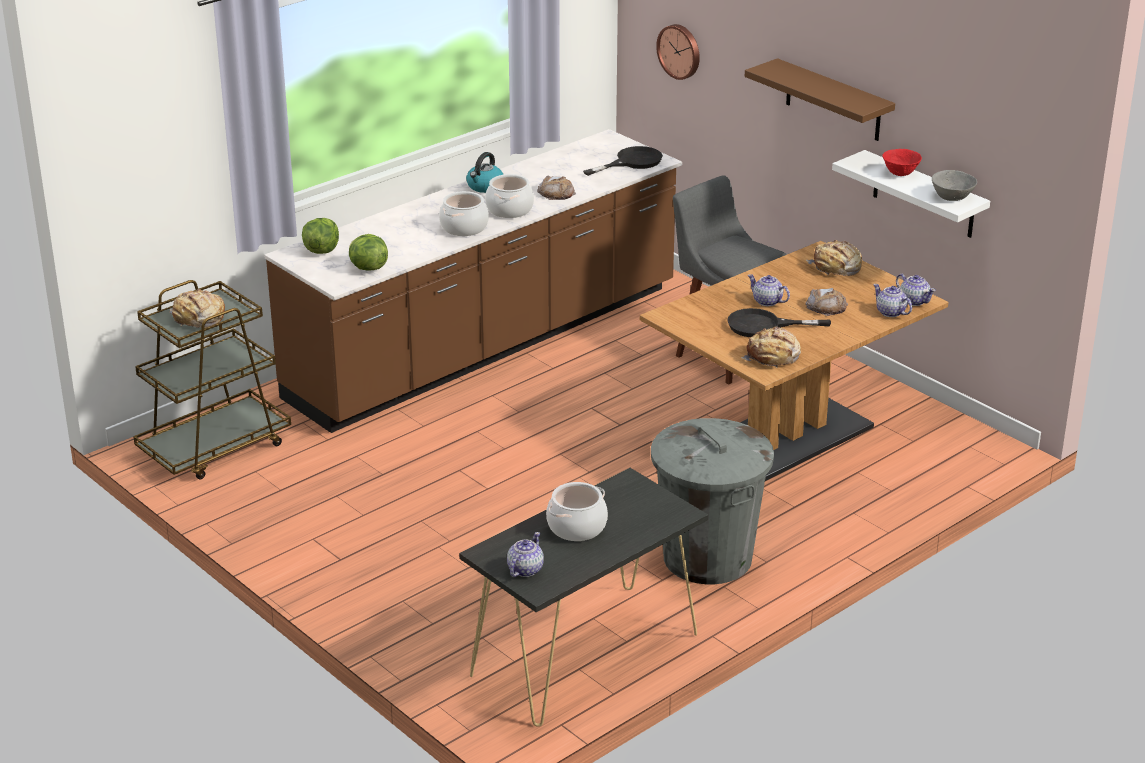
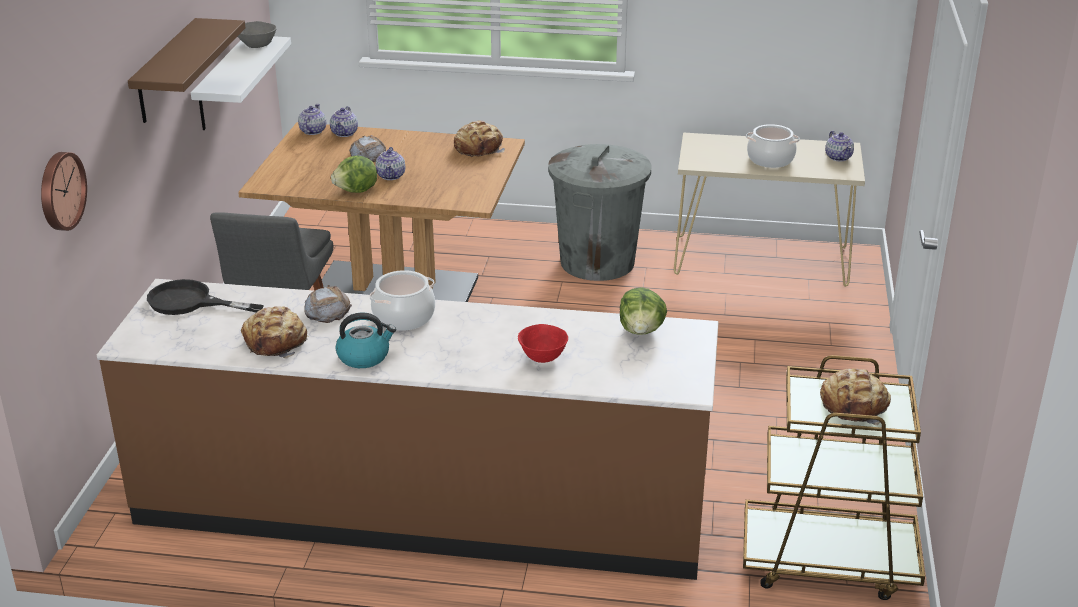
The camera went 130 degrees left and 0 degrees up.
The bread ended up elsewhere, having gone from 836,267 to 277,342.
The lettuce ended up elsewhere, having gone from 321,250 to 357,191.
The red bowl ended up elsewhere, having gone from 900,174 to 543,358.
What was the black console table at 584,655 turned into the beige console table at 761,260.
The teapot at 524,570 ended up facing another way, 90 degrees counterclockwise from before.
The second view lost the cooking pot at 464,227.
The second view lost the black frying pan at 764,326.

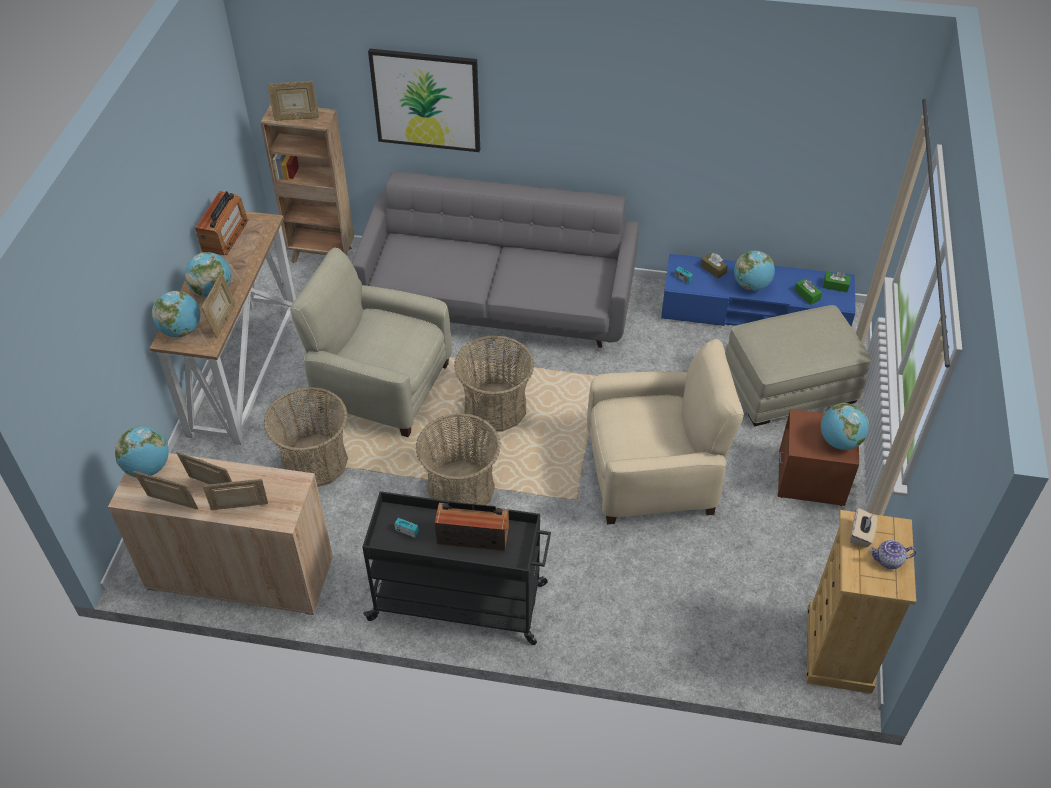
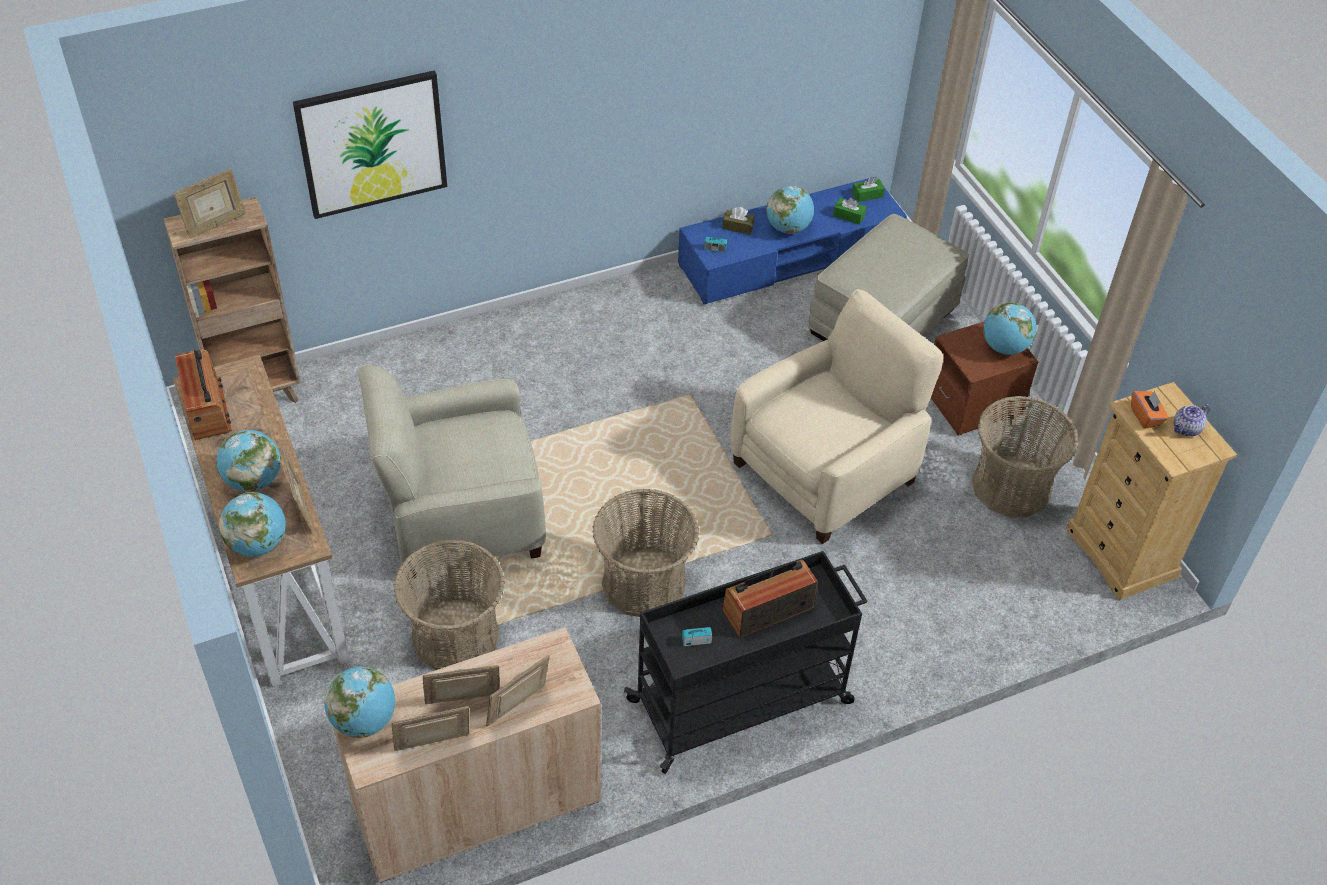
The camera went 35 degrees left and 0 degrees up.
The basket ended up elsewhere, having gone from 495,408 to 1011,486.
What was the beige tissue box at 861,534 turned into the orange tissue box at 1146,416.
The second view lost the grey sofa at 498,302.

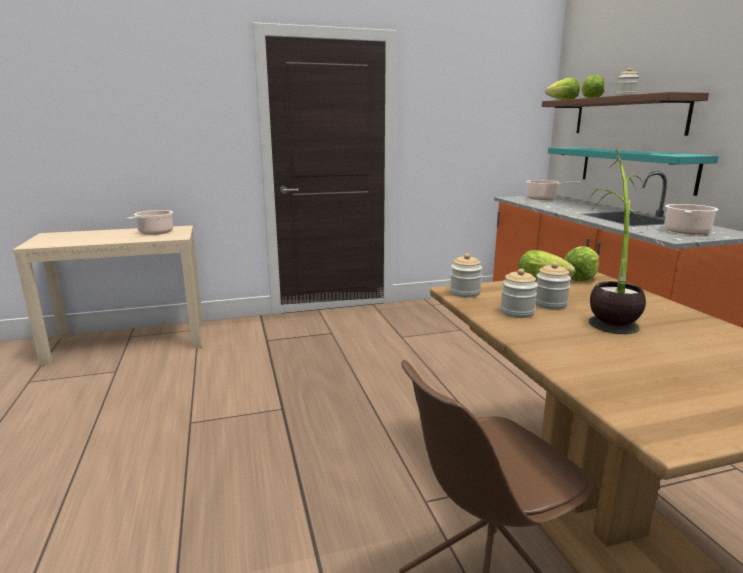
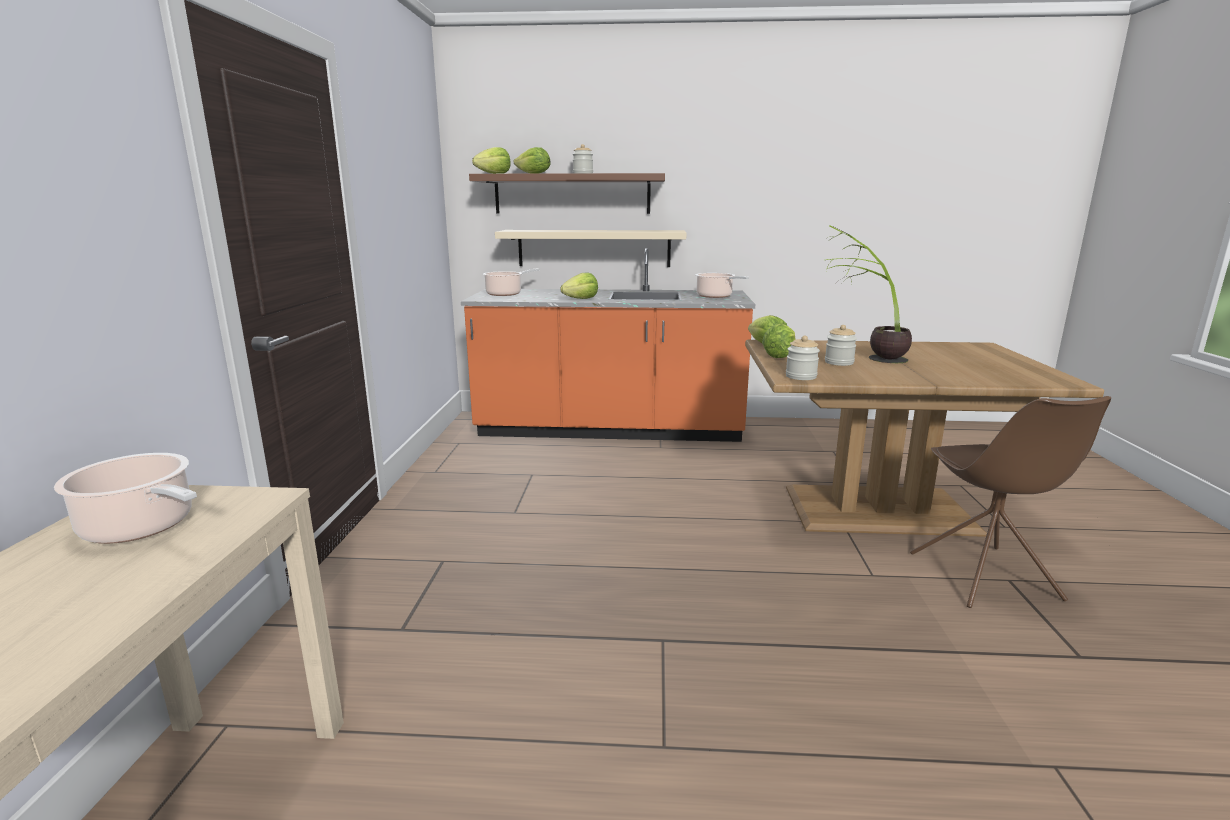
The camera went 70 degrees left and 0 degrees up.
What was the turquoise shelf at 635,168 turned into the beige shelf at 594,248.
The second view gained the lettuce at 581,299.
The second view lost the jar at 517,312.

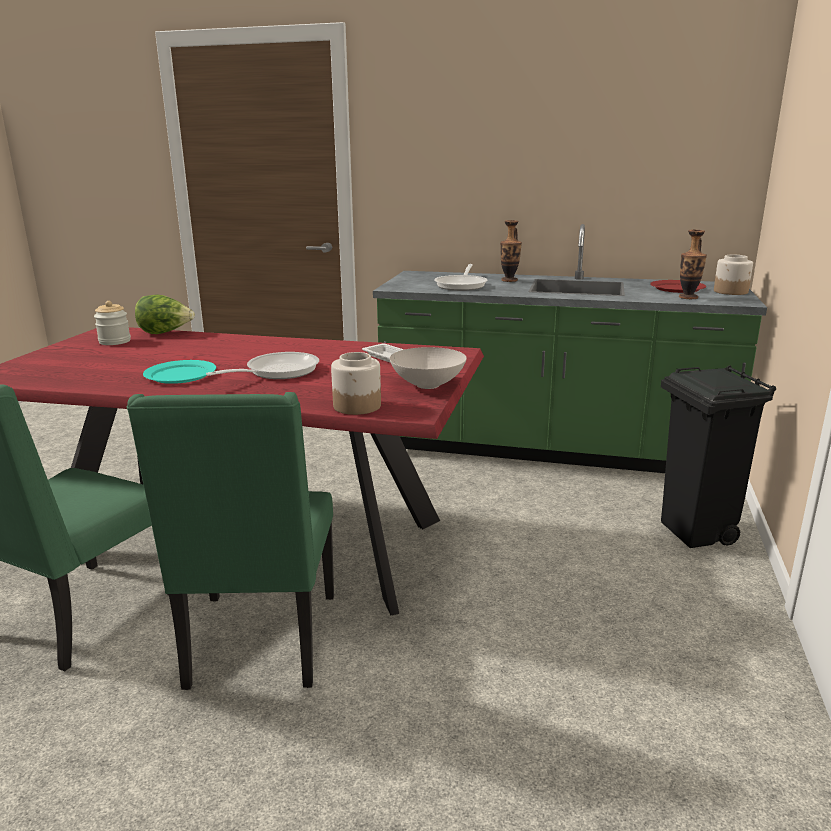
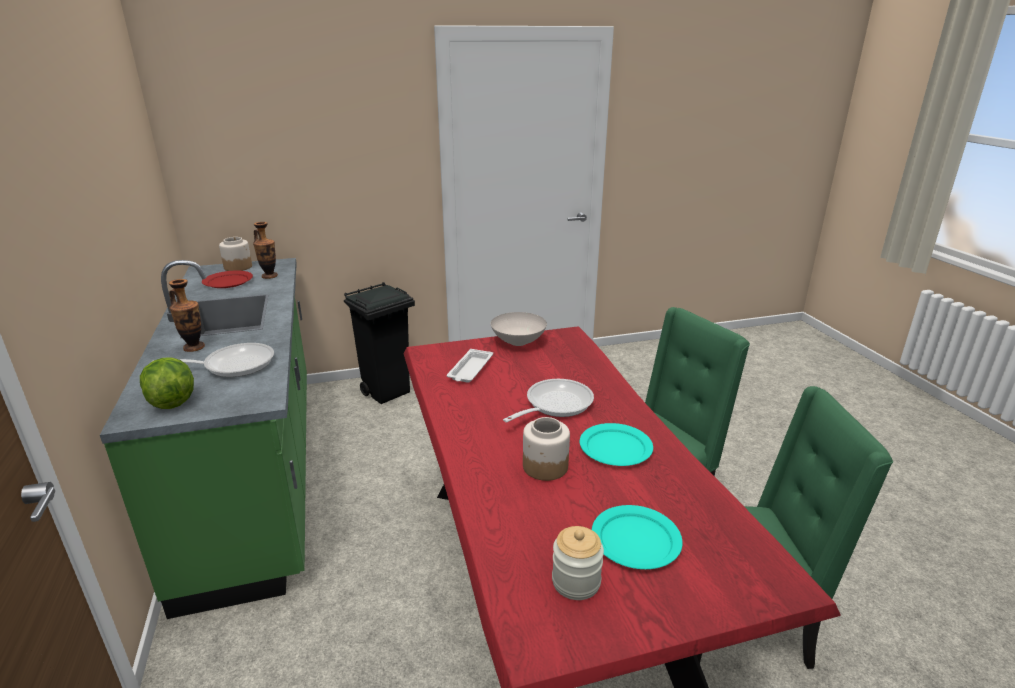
The camera went 120 degrees left and 5 degrees up.
The lettuce ended up elsewhere, having gone from 165,333 to 172,400.
The frying pan at 276,372 ended up facing another way, 120 degrees clockwise from before.
The jar ended up elsewhere, having gone from 357,406 to 544,466.
The second view gained the turquoise plate at 636,539.

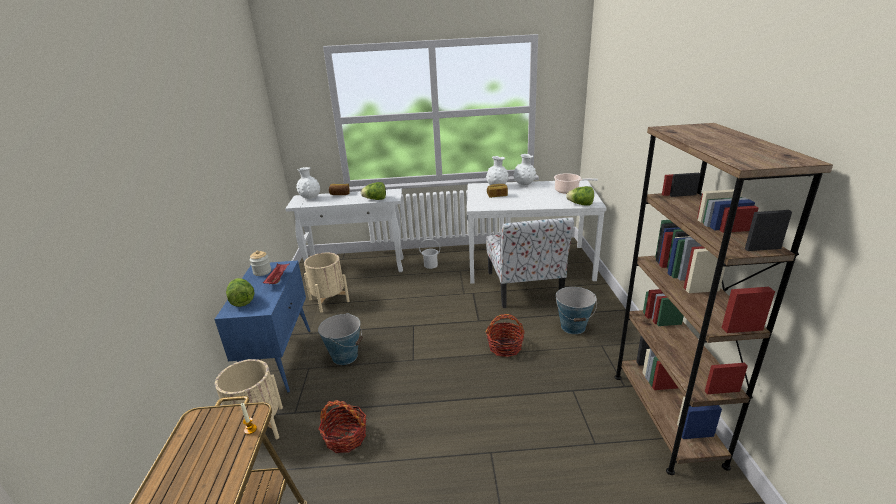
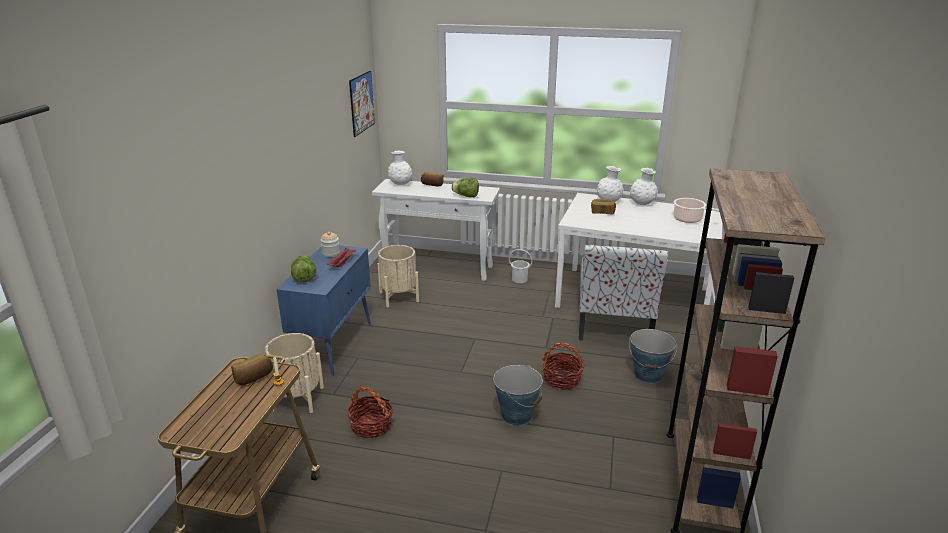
The camera went 15 degrees right and 0 degrees up.
The second view gained the bread at 254,378.
The second view gained the picture at 361,103.
The bucket ended up elsewhere, having gone from 345,356 to 516,415.
The second view lost the lettuce at 580,204.

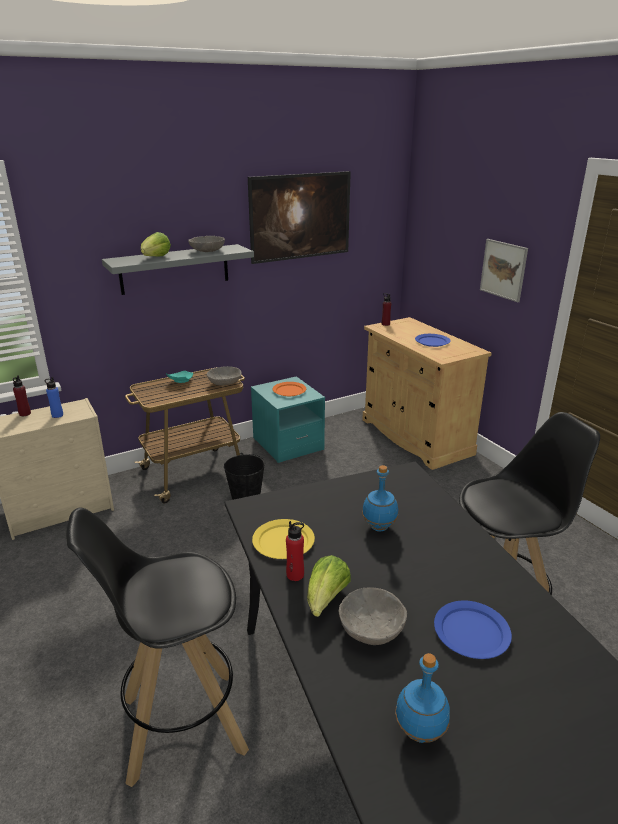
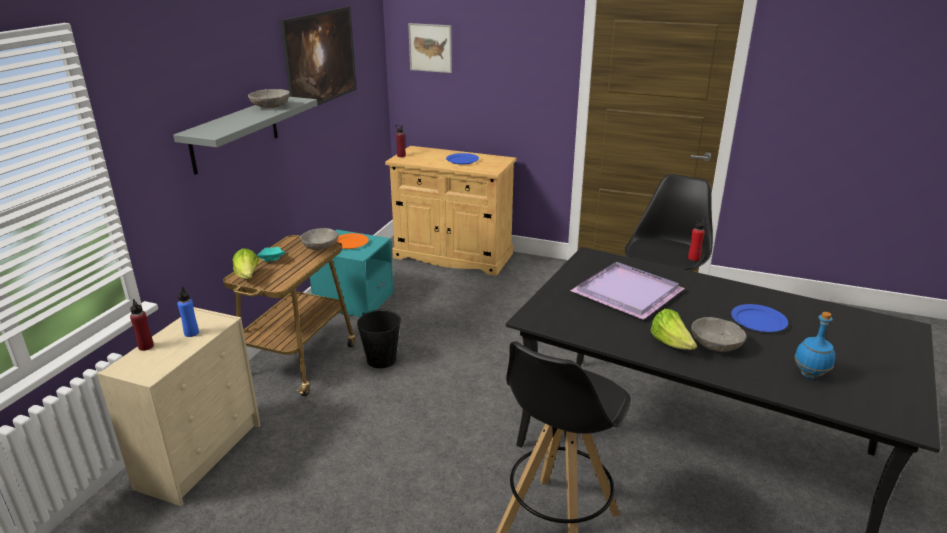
The camera went 40 degrees left and 0 degrees up.
The lettuce ended up elsewhere, having gone from 155,258 to 247,277.
The picture ended up elsewhere, having gone from 503,270 to 430,48.
Where the blue bottle stood at 379,527, the purple tray came to stand at 629,292.
The red bottle ended up elsewhere, having gone from 295,575 to 694,258.
The second view lost the yellow plate at 283,542.

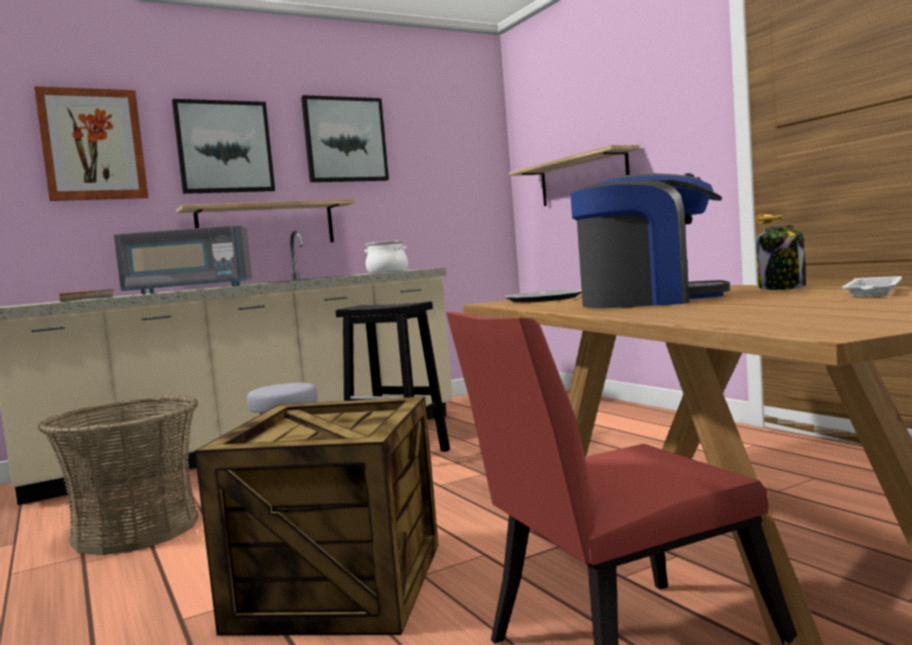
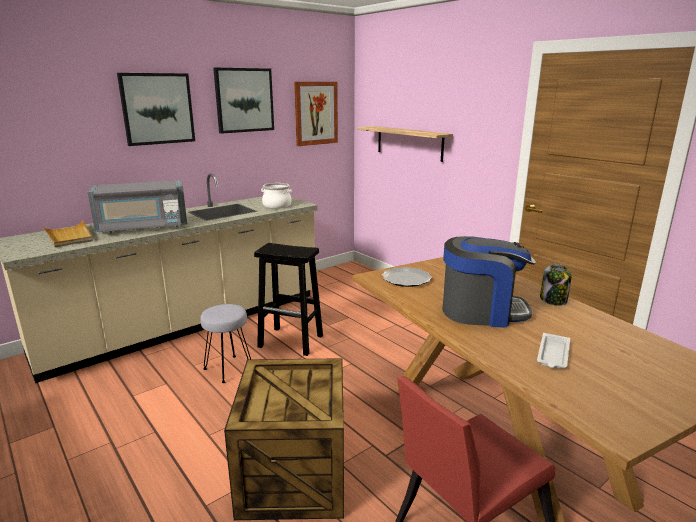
The camera went 10 degrees left and 15 degrees up.
The picture ended up elsewhere, having gone from 93,145 to 316,113.
The white tray ended up elsewhere, having gone from 872,292 to 553,355.
The second view lost the basket at 136,530.
The second view lost the shelf at 266,226.

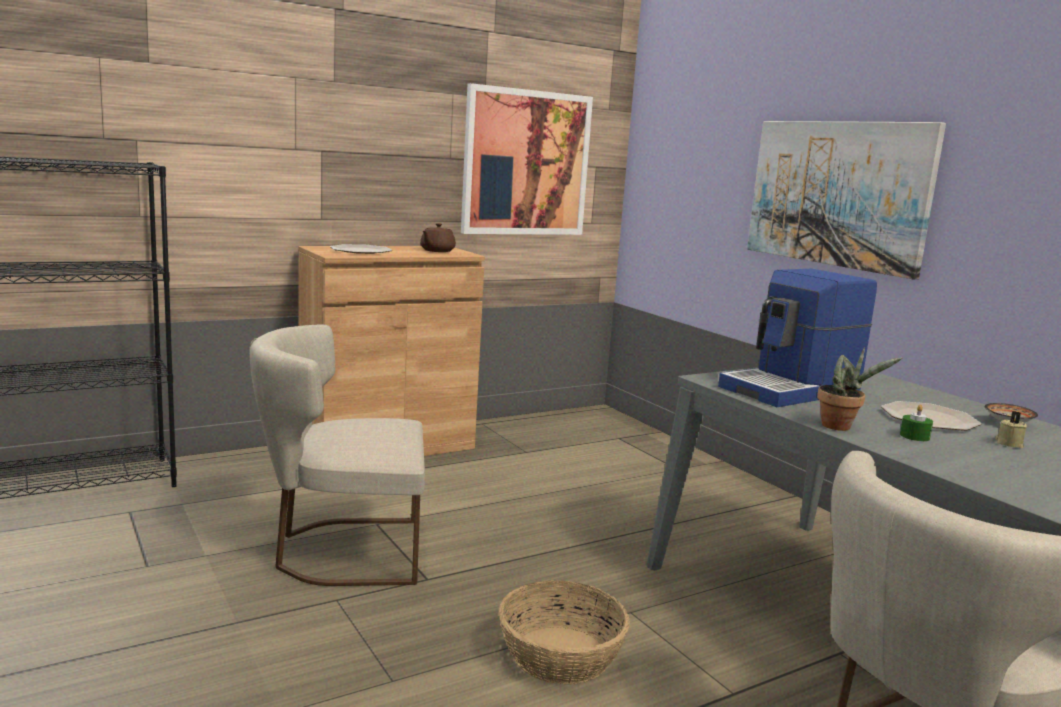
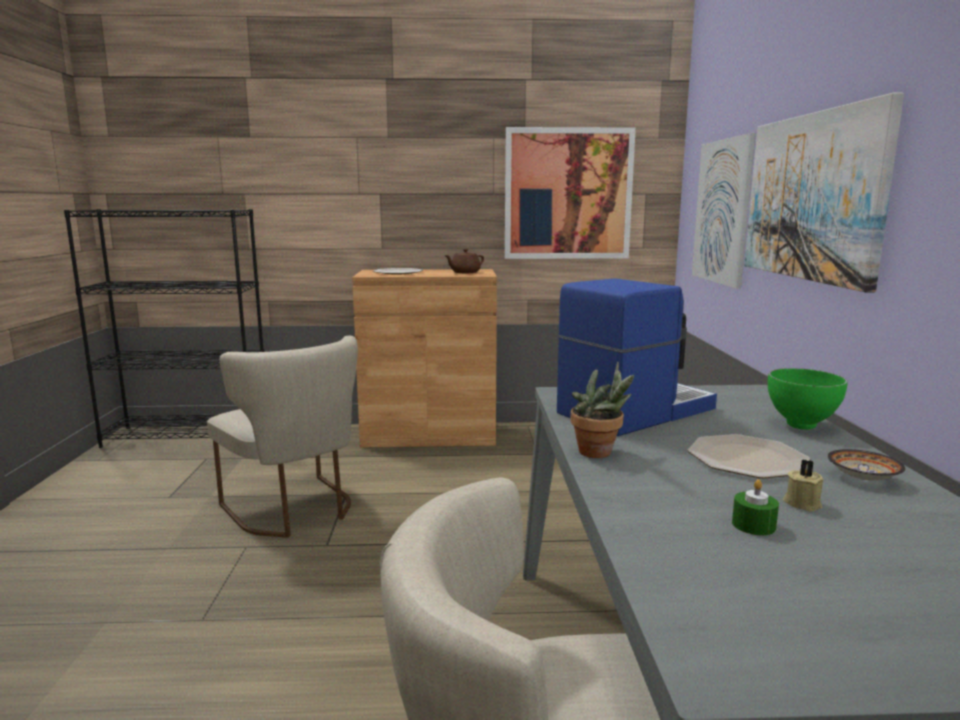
The camera went 30 degrees right and 0 degrees up.
The beige chair at 341,551 ended up facing another way, 150 degrees counterclockwise from before.
The coffee machine at 792,390 ended up facing another way, 150 degrees clockwise from before.
The second view gained the picture at 722,212.
The green candle ended up elsewhere, having gone from 914,436 to 753,525.
The second view gained the green bowl at 800,426.
The second view lost the basket at 560,654.

